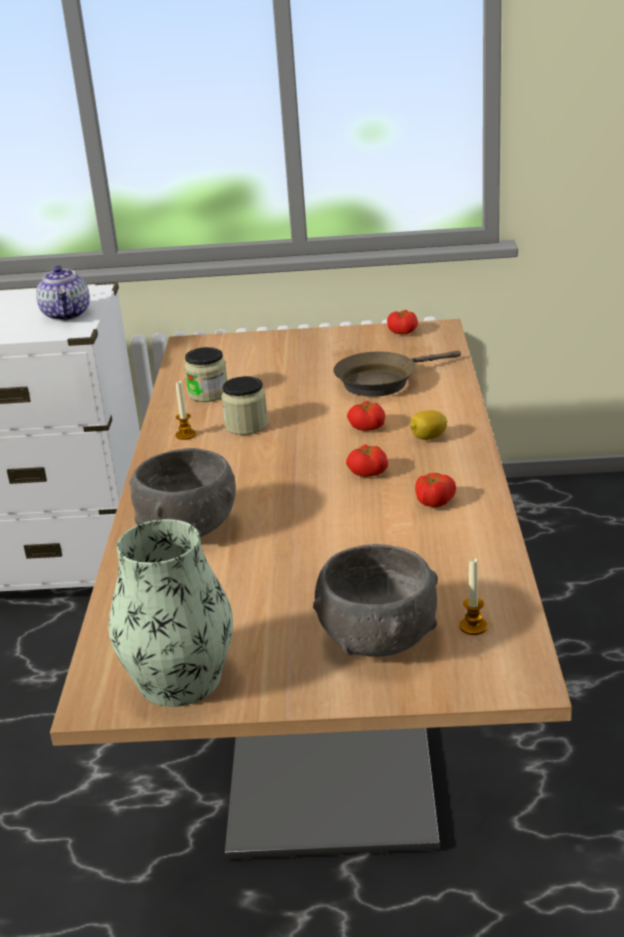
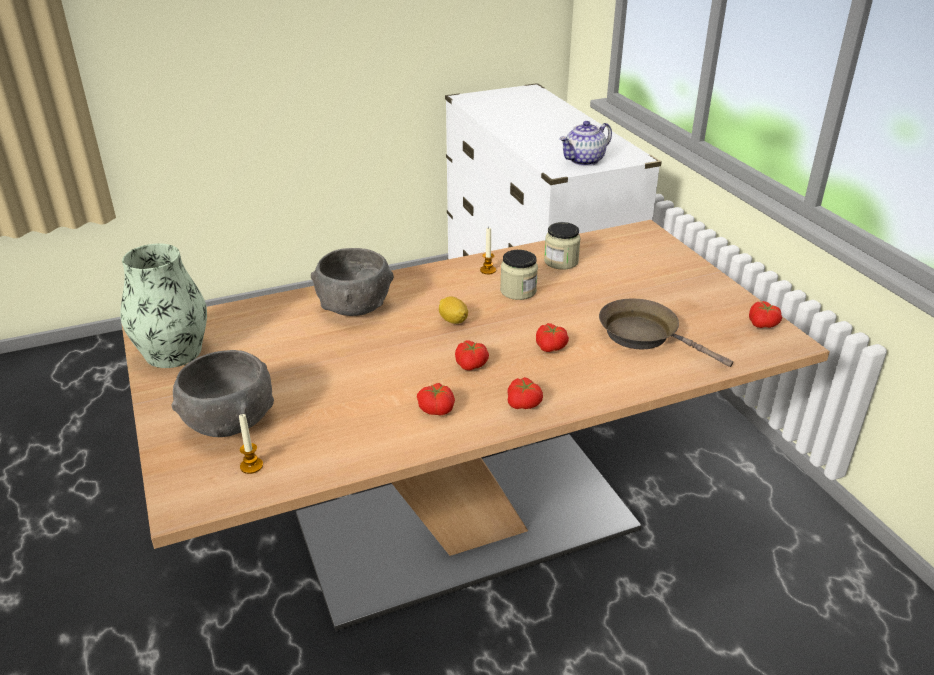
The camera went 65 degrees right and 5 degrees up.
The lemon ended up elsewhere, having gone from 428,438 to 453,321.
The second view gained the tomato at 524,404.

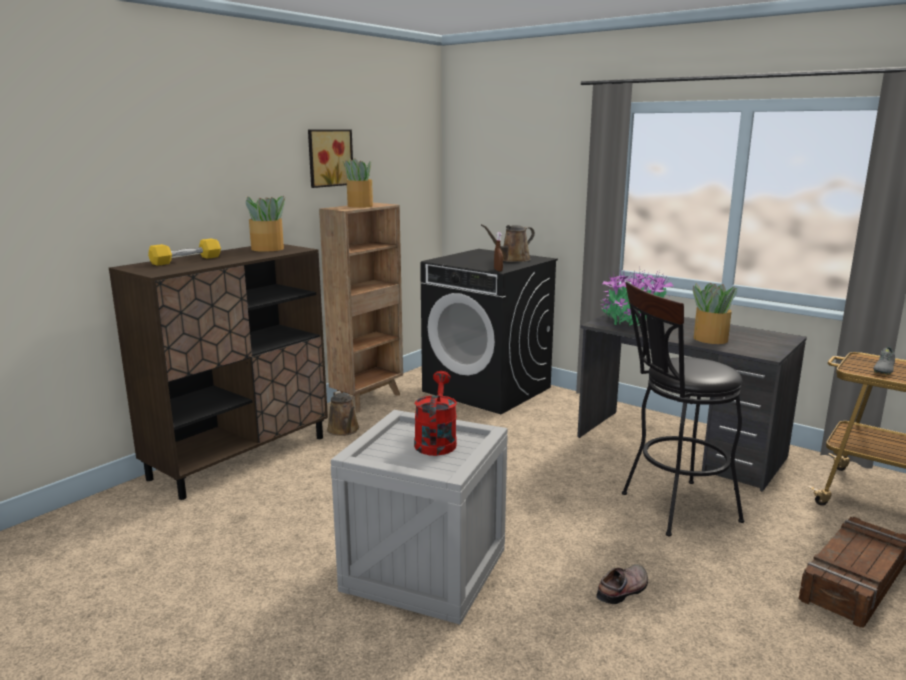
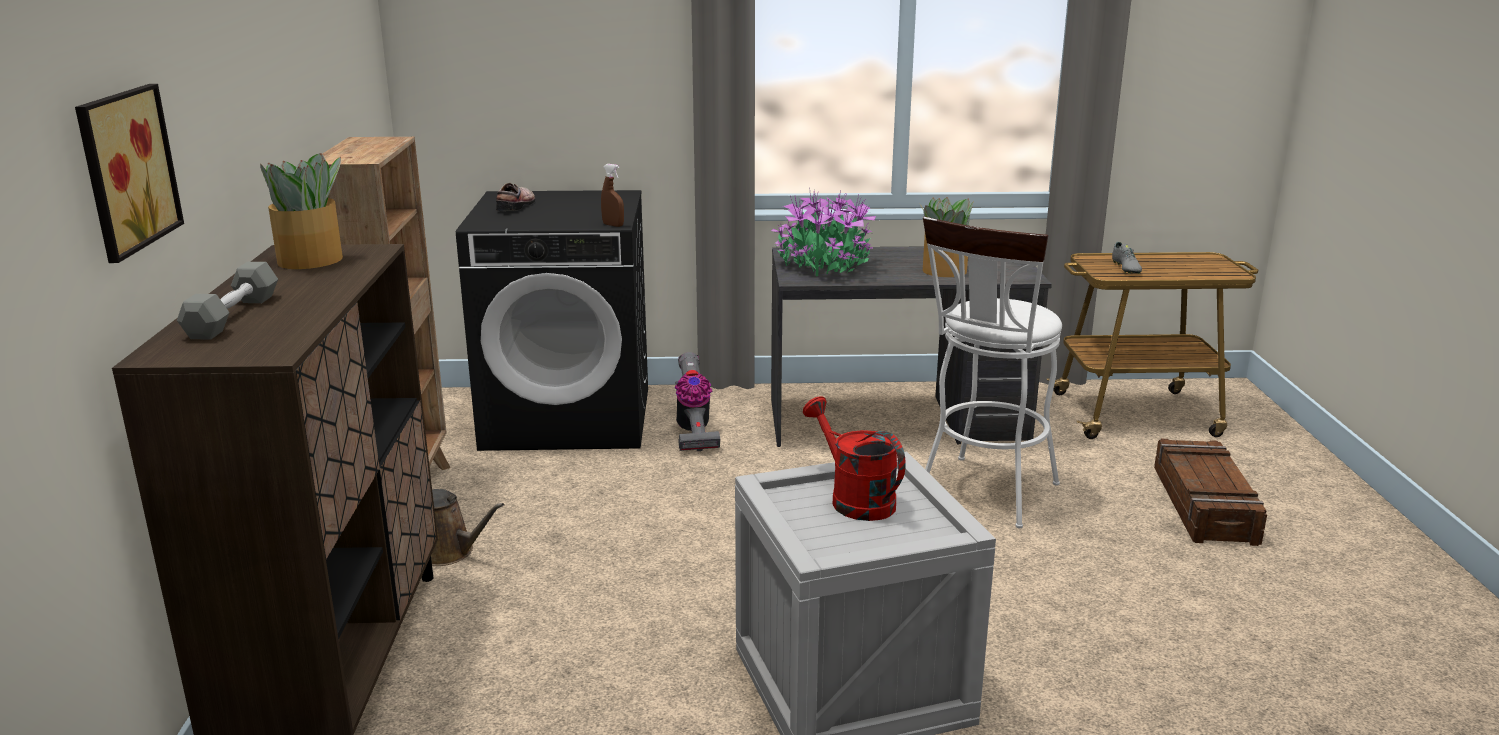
The camera went 40 degrees left and 5 degrees up.
The picture ended up elsewhere, having gone from 328,158 to 122,170.
What was the yellow dumbbell at 186,260 turned into the grey dumbbell at 233,316.
The shoe ended up elsewhere, having gone from 624,590 to 517,205.
The second view gained the vacuum cleaner at 693,431.
What was the black stool at 671,508 turned into the white stool at 983,496.
The second view lost the potted plant at 360,206.
The second view lost the brown watering can at 512,260.

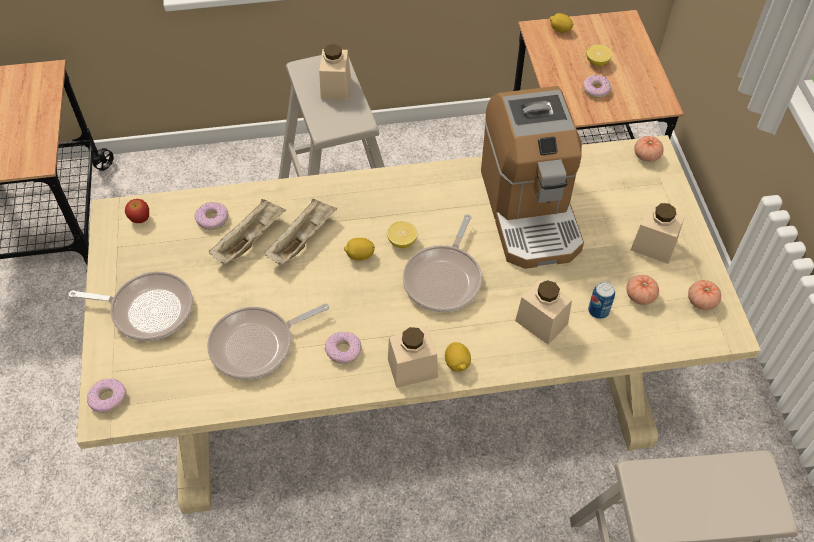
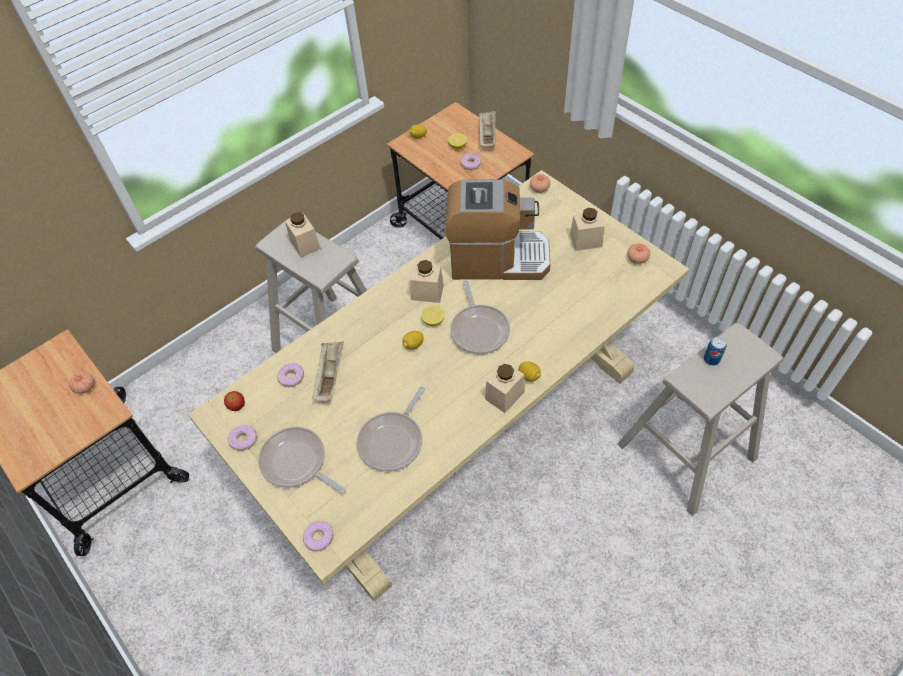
The camera went 30 degrees left and 0 degrees up.
The tomato ended up elsewhere, having gone from 640,296 to 85,387.
The donut ended up elsewhere, having gone from 343,350 to 243,440.
The frying pan at 148,310 ended up facing another way, 120 degrees counterclockwise from before.
The beige jar ended up elsewhere, having gone from 541,322 to 427,292.
The coffee machine at 530,211 ended up facing another way, 45 degrees counterclockwise from before.
The beige tray ended up elsewhere, having gone from 302,240 to 487,135.
The can ended up elsewhere, having gone from 598,310 to 711,359.

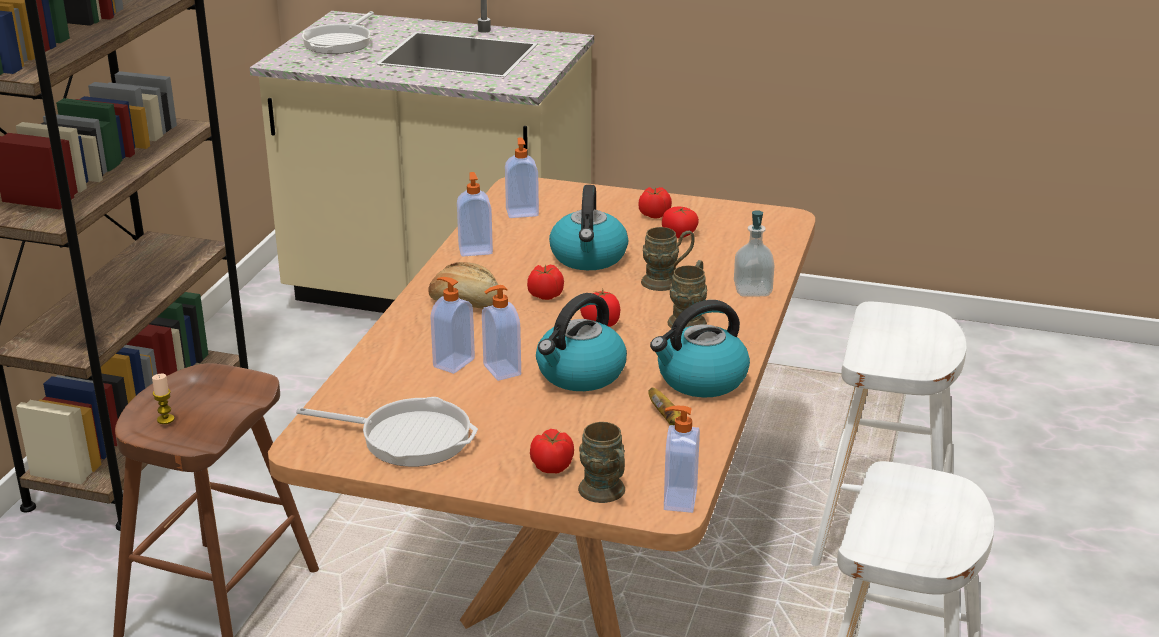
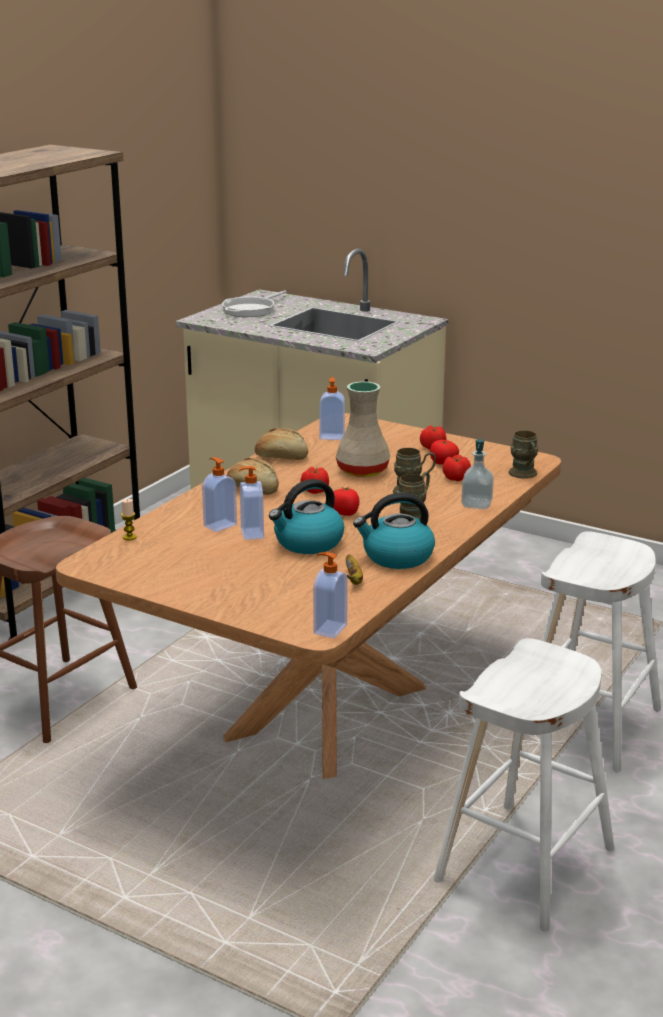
The camera went 15 degrees right and 5 degrees down.
The candle ended up elsewhere, having gone from 165,419 to 129,537.
Where the soap dispenser stood at 475,250, the bread came to stand at 281,457.
Where the kettle stood at 589,257, the beige vase came to stand at 363,470.
The tomato ended up elsewhere, having gone from 553,466 to 456,478.
The brown mug ended up elsewhere, having gone from 606,494 to 524,475.
The second view lost the frying pan at 408,437.

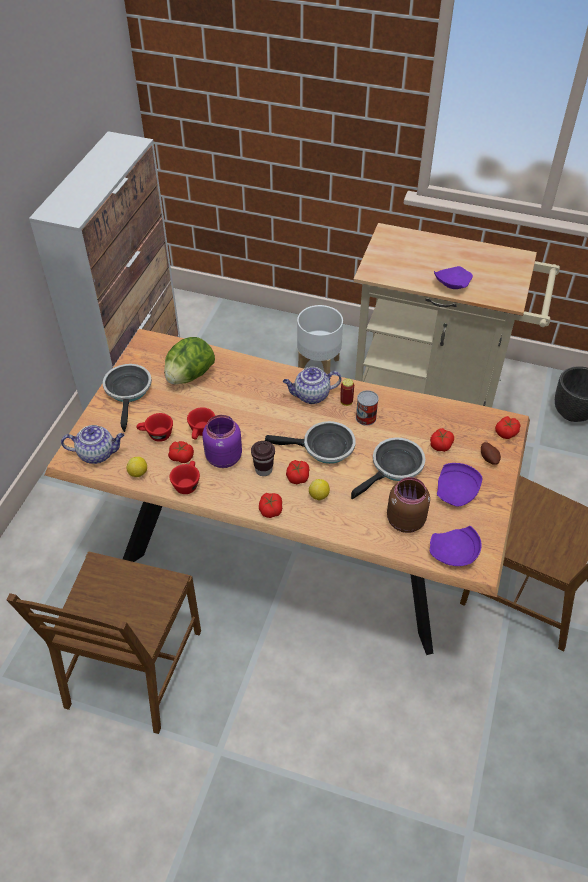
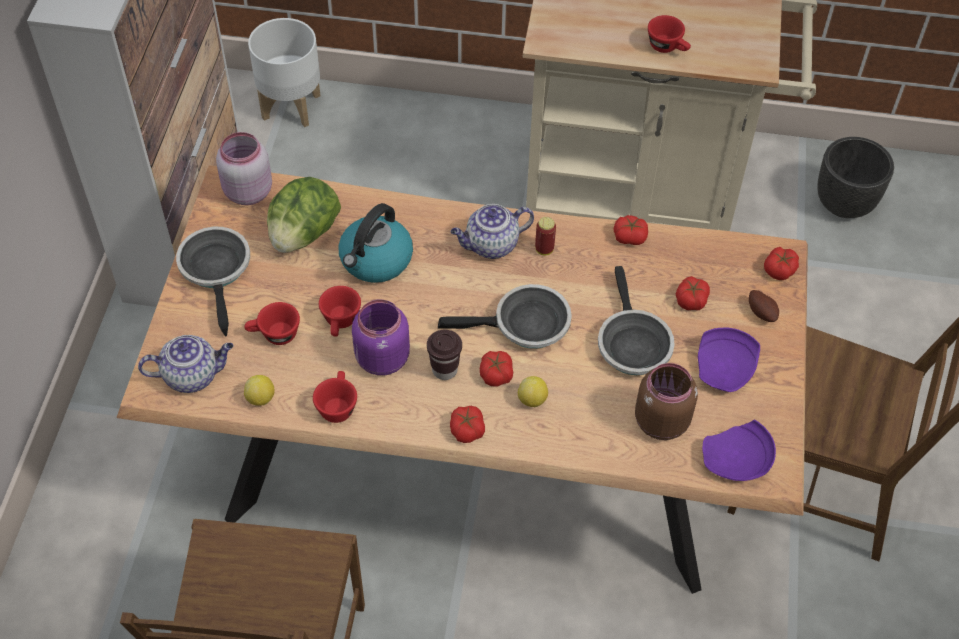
The camera went 10 degrees left and 5 degrees up.
The second view gained the pink jar at 246,192.
The white planter ended up elsewhere, having gone from 318,365 to 291,106.
The second view gained the kettle at 376,261.
The frying pan at 394,468 ended up facing another way, 135 degrees clockwise from before.
The tomato ended up elsewhere, having gone from 181,456 to 629,236.
Where the purple plate stood at 451,284, the red cup came to stand at 668,47.
The second view lost the can at 366,417.

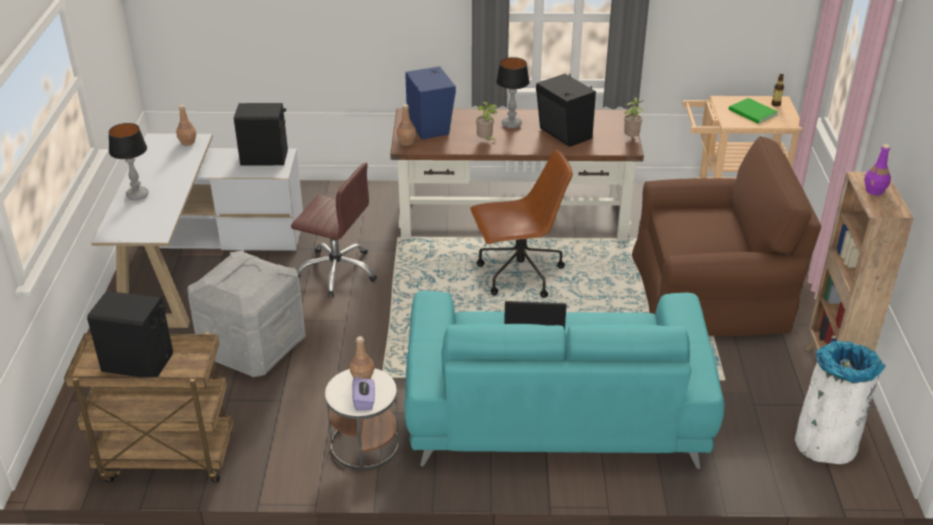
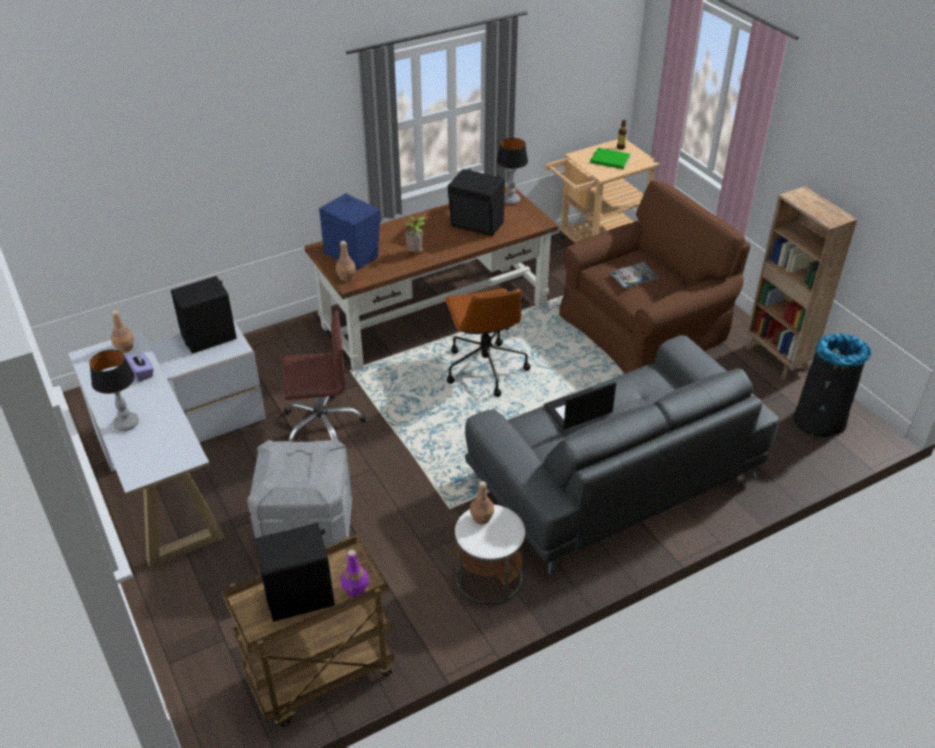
The camera went 30 degrees left and 5 degrees up.
The purple tissue box ended up elsewhere, having gone from 364,401 to 142,373.
The purple bottle ended up elsewhere, having gone from 874,191 to 356,589.
The brown office chair at 518,275 ended up facing another way, 120 degrees clockwise from before.
What was the turquoise sofa at 555,411 turned into the grey sofa at 614,478.
The table lamp ended up elsewhere, having gone from 511,124 to 510,200.
The second view gained the book at 634,276.
What was the white trash can at 827,444 turned into the black trash can at 820,420.
The second view lost the potted plant at 631,138.

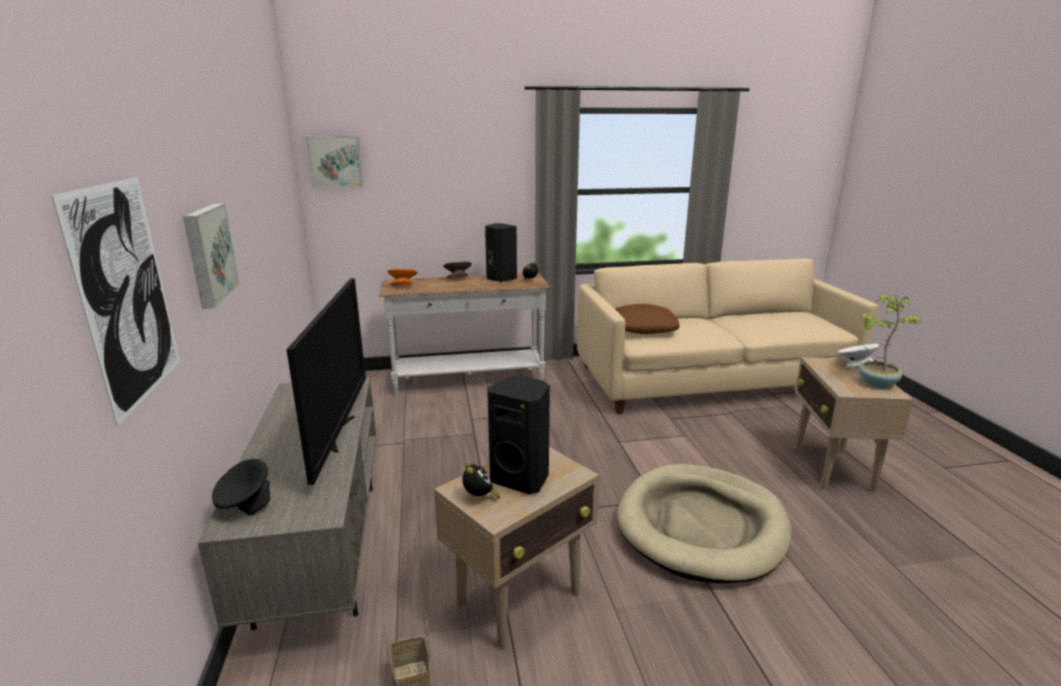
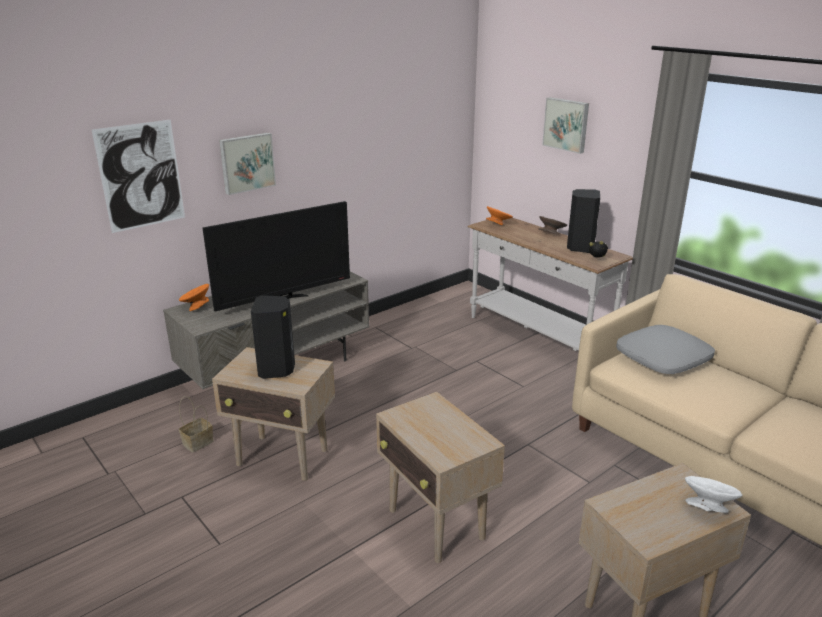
The camera went 60 degrees right and 5 degrees up.
What was the black bowl at 246,506 turned into the orange bowl at 196,307.
Where the beige dog bed stood at 701,526, the beige side table came to stand at 436,525.
The picture ended up elsewhere, having gone from 335,161 to 566,124.
What was the brown pillow at 644,328 turned into the grey pillow at 663,359.
The second view lost the alarm clock at 480,498.
The second view lost the potted plant at 876,383.

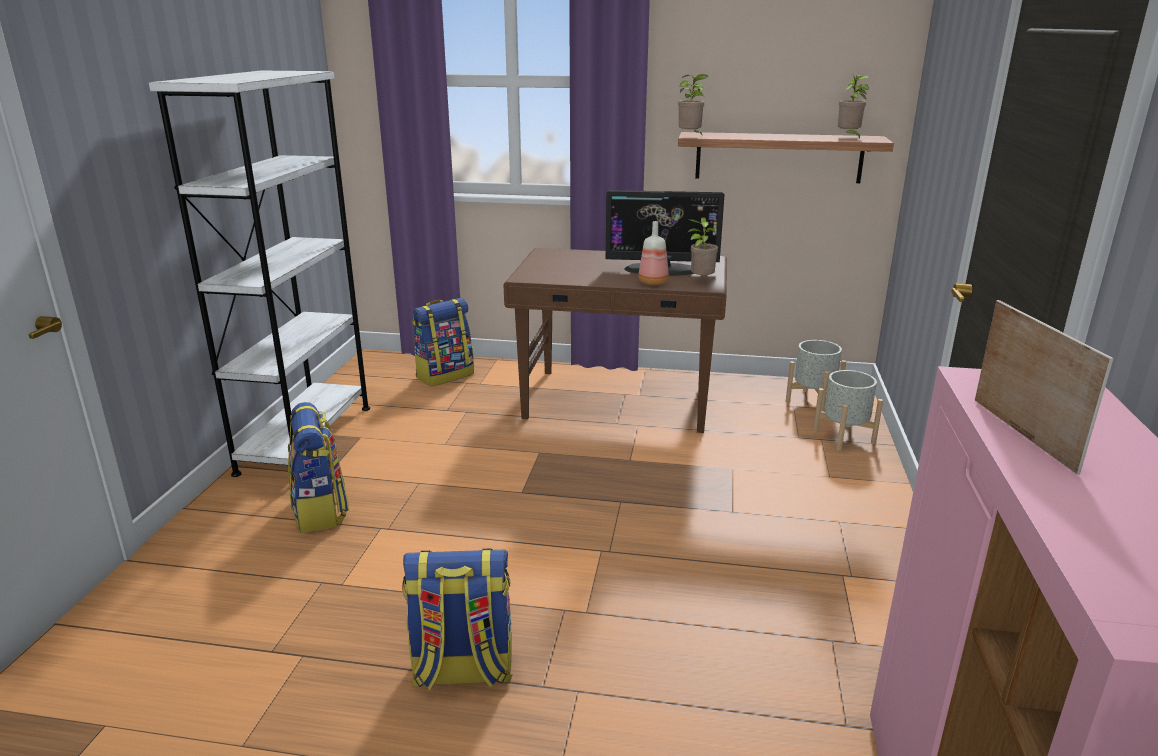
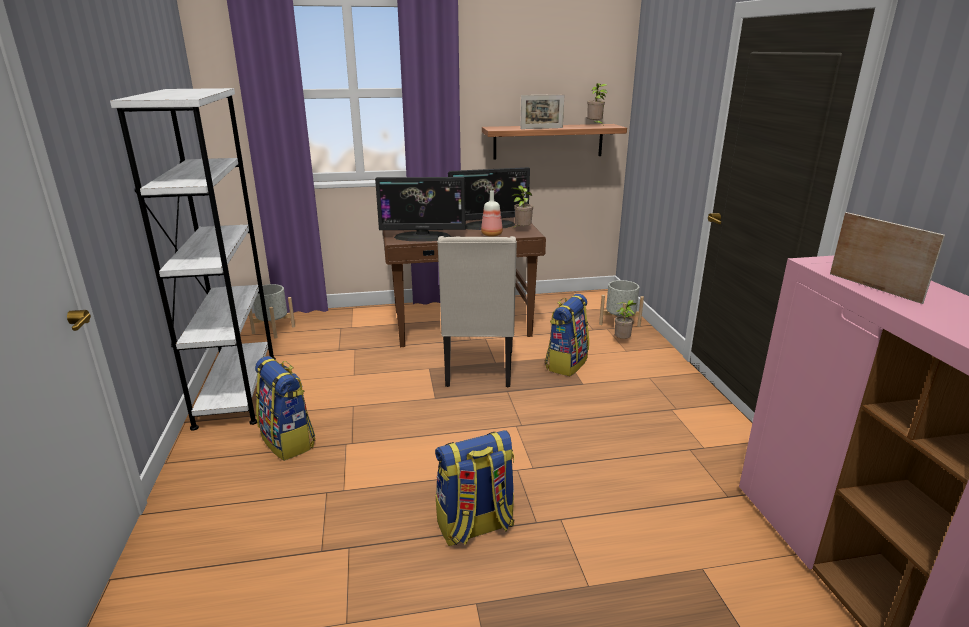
The camera went 20 degrees left and 0 degrees up.
The grey planter ended up elsewhere, having gone from 812,401 to 273,330.
The second view gained the monitor at 423,237.
The second view gained the beige chair at 478,369.
The second view gained the picture frame at 541,128.
The backpack ended up elsewhere, having gone from 445,375 to 566,363.
The potted plant ended up elsewhere, having gone from 691,137 to 622,341.

